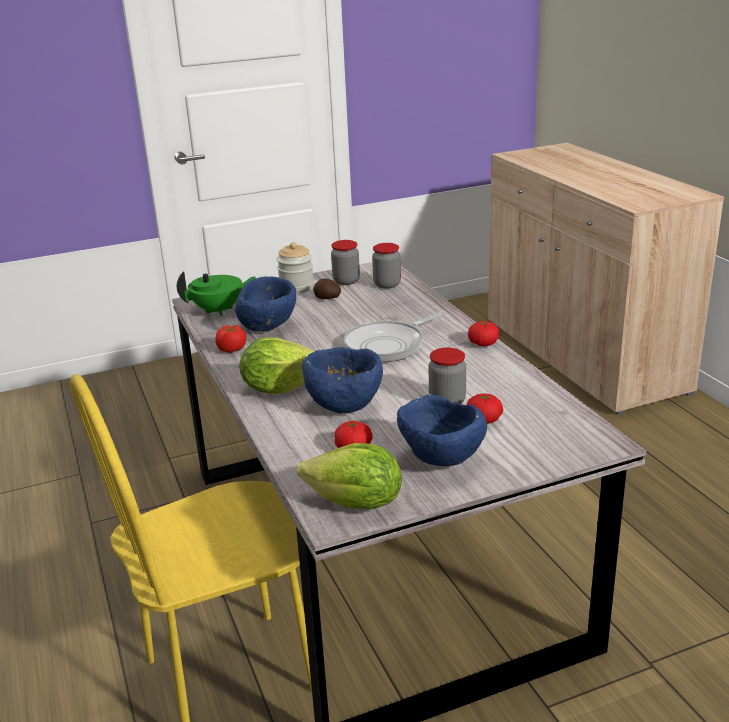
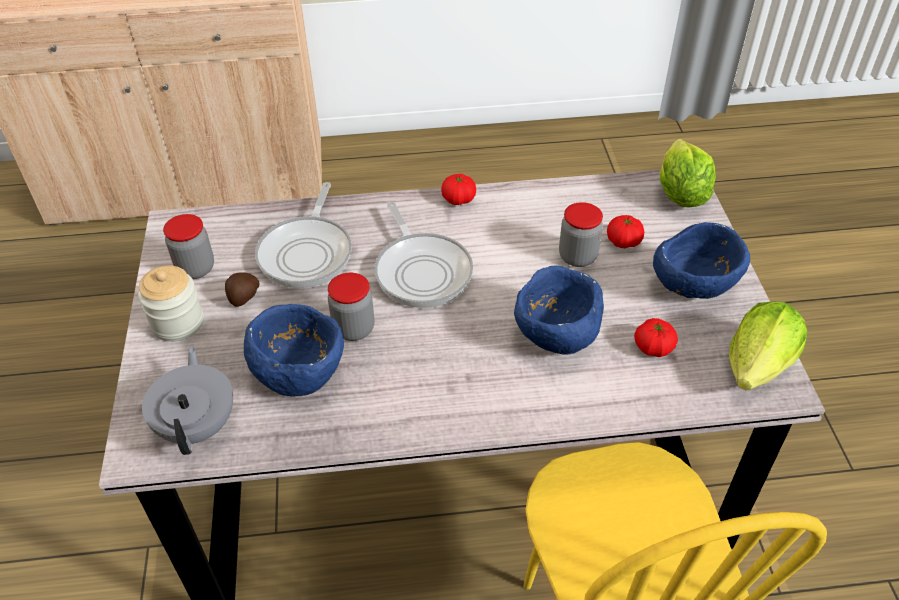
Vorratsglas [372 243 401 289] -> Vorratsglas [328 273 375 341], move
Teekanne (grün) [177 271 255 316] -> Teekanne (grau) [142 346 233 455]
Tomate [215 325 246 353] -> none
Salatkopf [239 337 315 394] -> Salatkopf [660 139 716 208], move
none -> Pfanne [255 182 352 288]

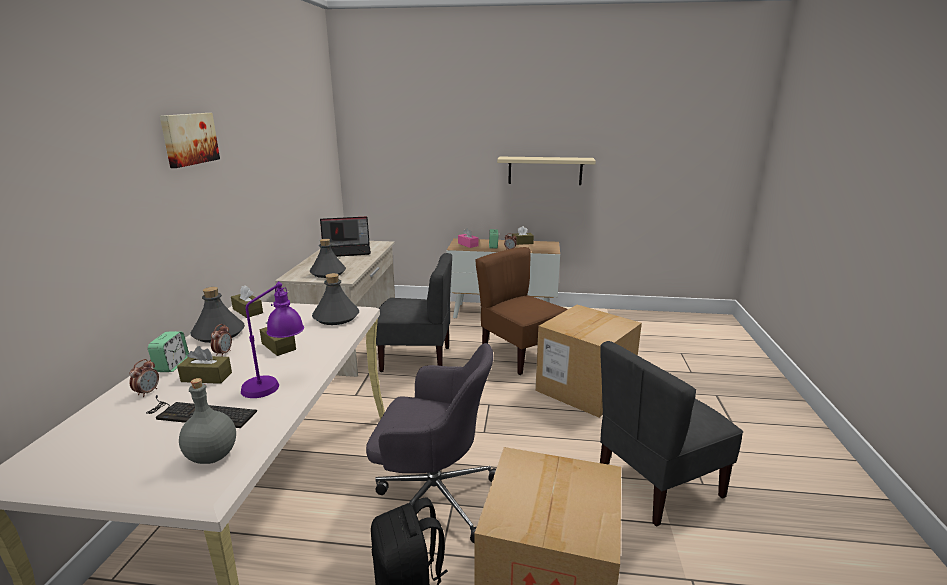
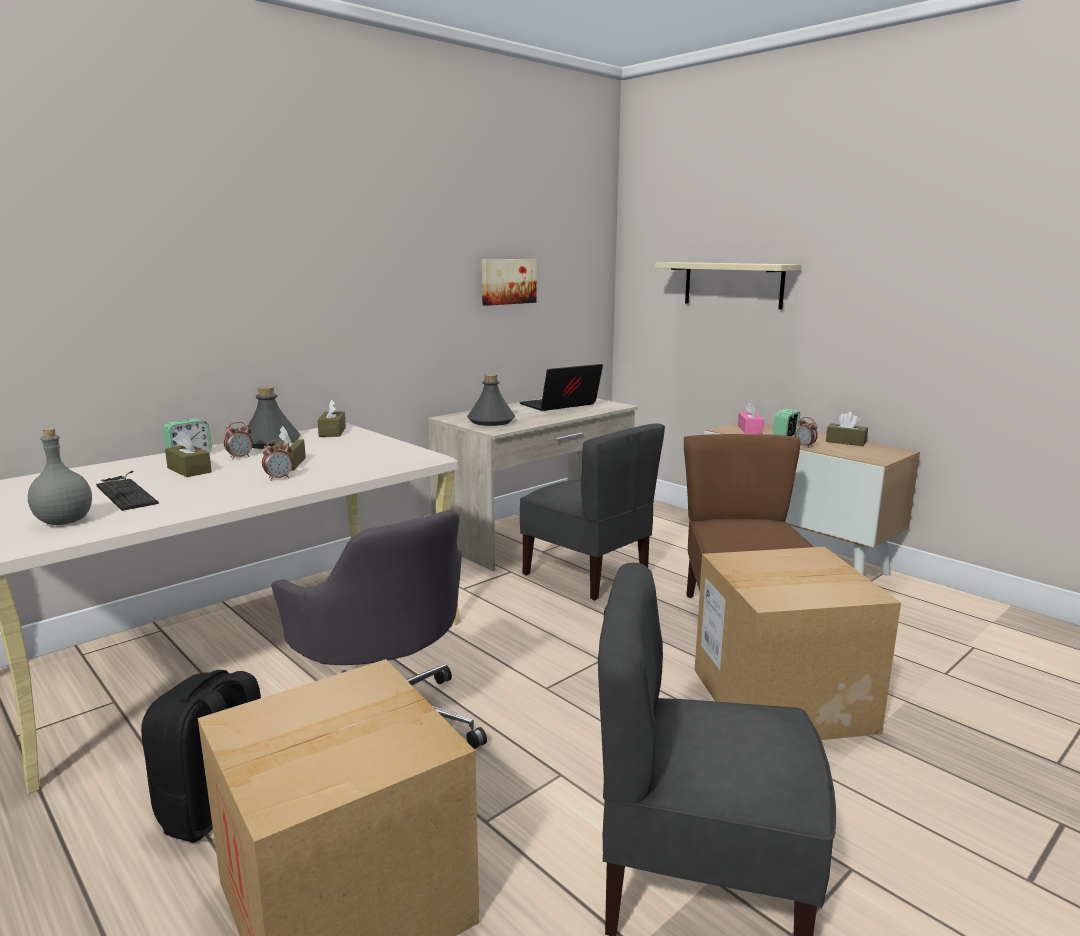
Bild [160 113 220 168] -> Bild [482 259 536 306], move
Wandregal (beige) [497 157 596 185] -> Wandregal (beige) [655 262 801 310], move
Laptop [320 216 371 257] -> Laptop [519 364 603 411], 120 degrees clockwise
Flasche (grau) [312 273 359 325] -> none
Tischlampe (lila) [241 281 304 398] -> none
Wecker [129 359 159 397] -> Wecker [262 440 293 481], move

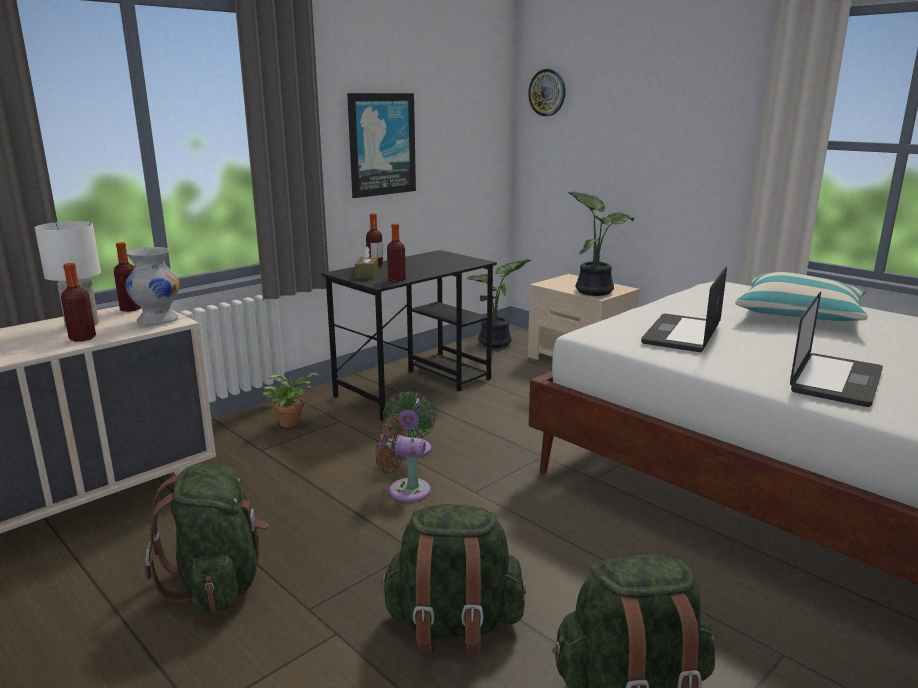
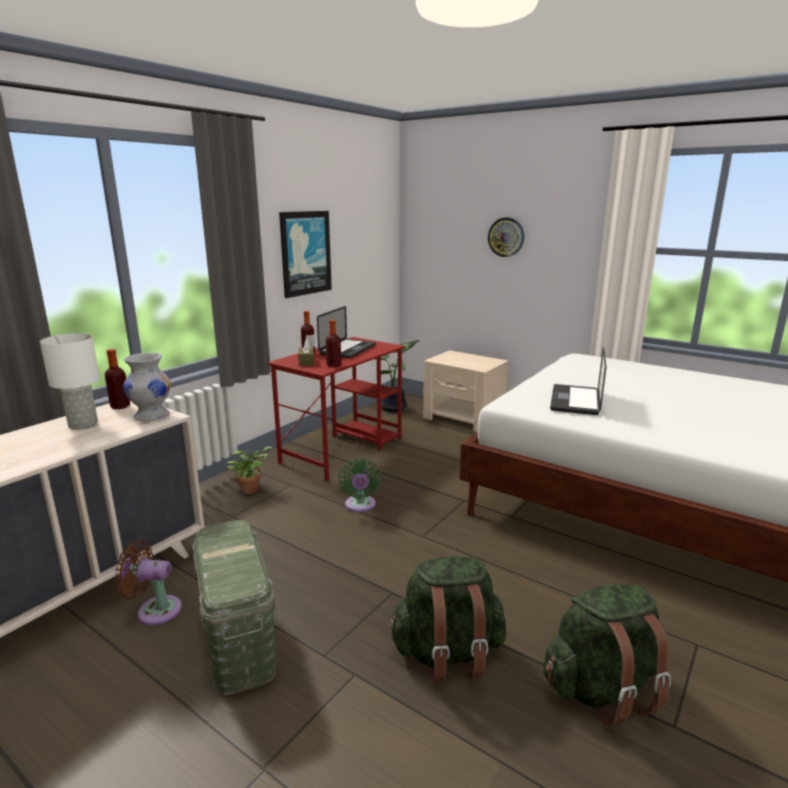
Wanduhr [528 69 566 116] -> Wanduhr [488 217 524 257], move
Topfpflanze [568 192 634 296] -> none
Schreibtisch (schwarz) [321 250 497 421] -> Schreibtisch (rot) [267 337 405 481]
Flasche [61 263 96 342] -> none
Kissen [735 272 868 322] -> none
Laptop [790 292 883 407] -> Laptop [317 306 376 358], move
Ventilator (braun) [375 417 431 503] -> Ventilator (braun) [115 540 182 626], move
Rucksack (grün) [145 464 268 612] -> Aufbewahrungsbox (grün) [193 520 276 695]

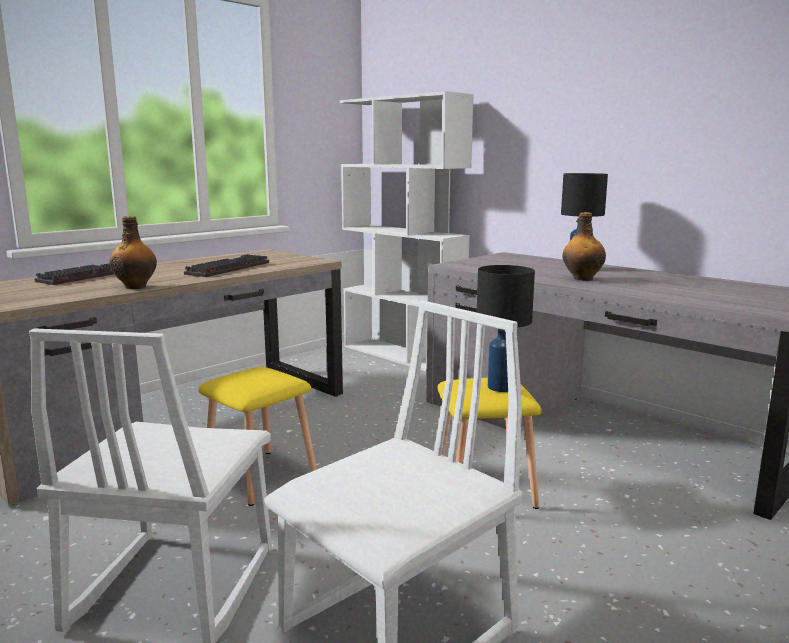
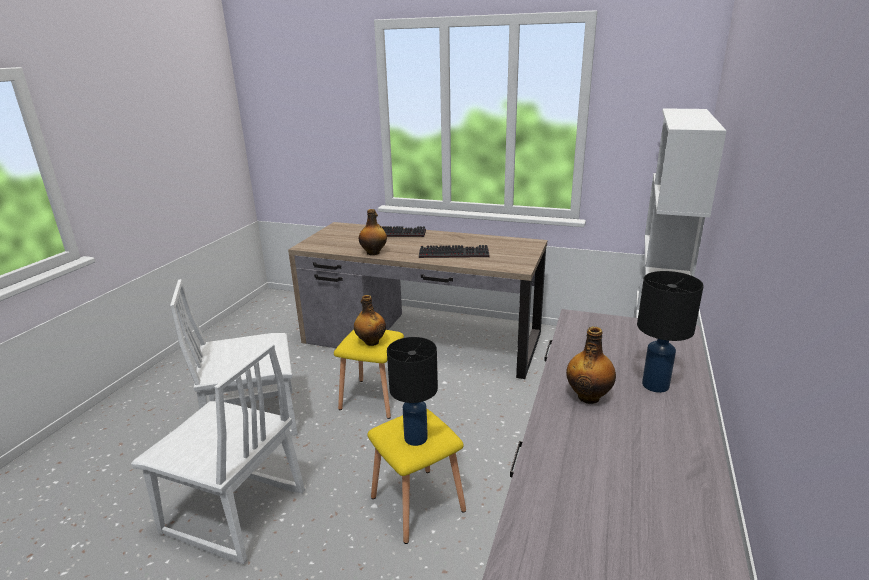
none -> Flasche [354 295 386 346]

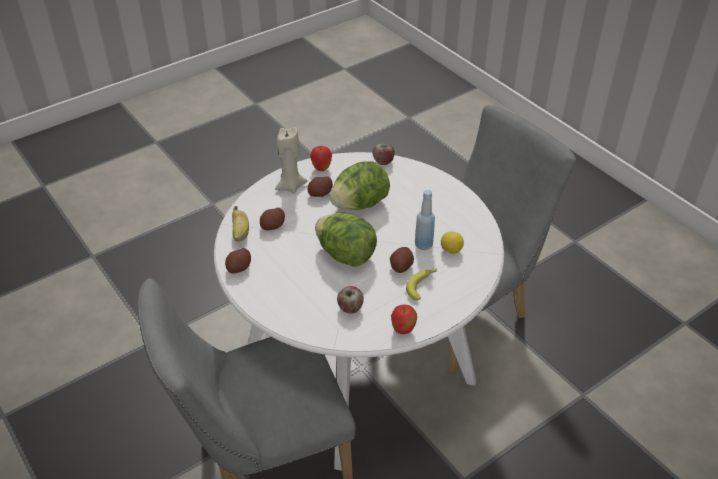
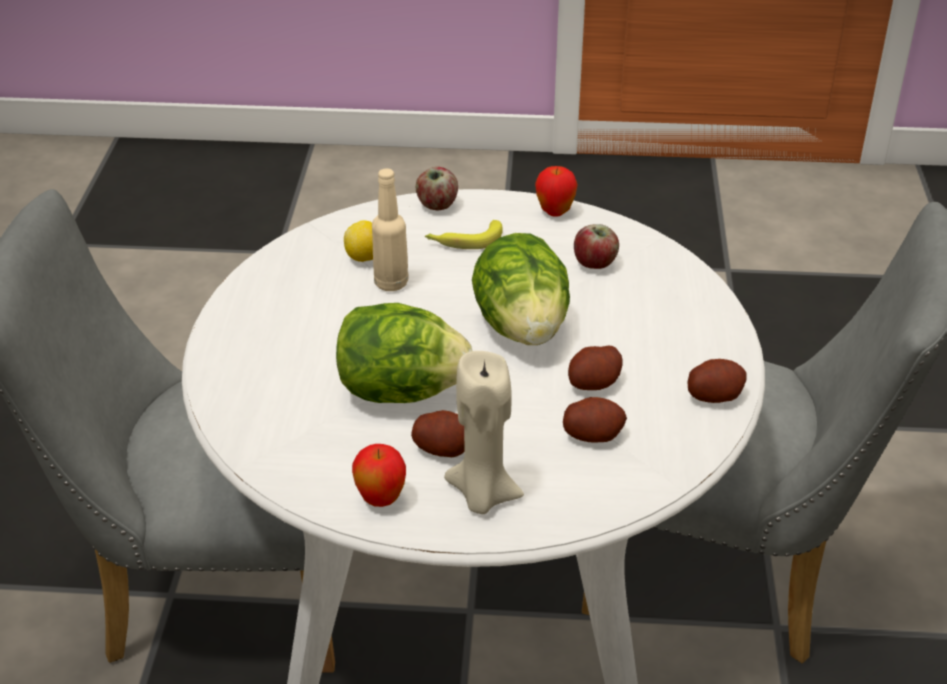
Apfel [373 143 395 165] -> Apfel [416 167 458 210], move
Flasche (blau) [415 190 435 250] -> Flasche (beige) [372 168 409 291]
Banane [232 206 249 241] -> none
Kartoffel [390 247 414 273] -> Kartoffel [568 346 622 390], move

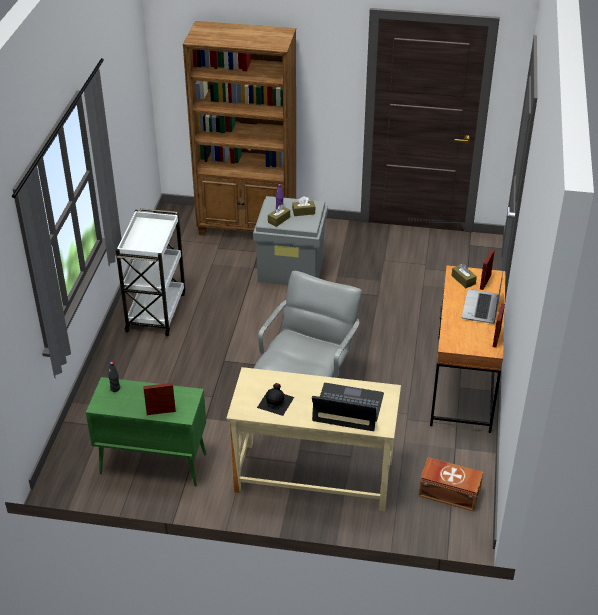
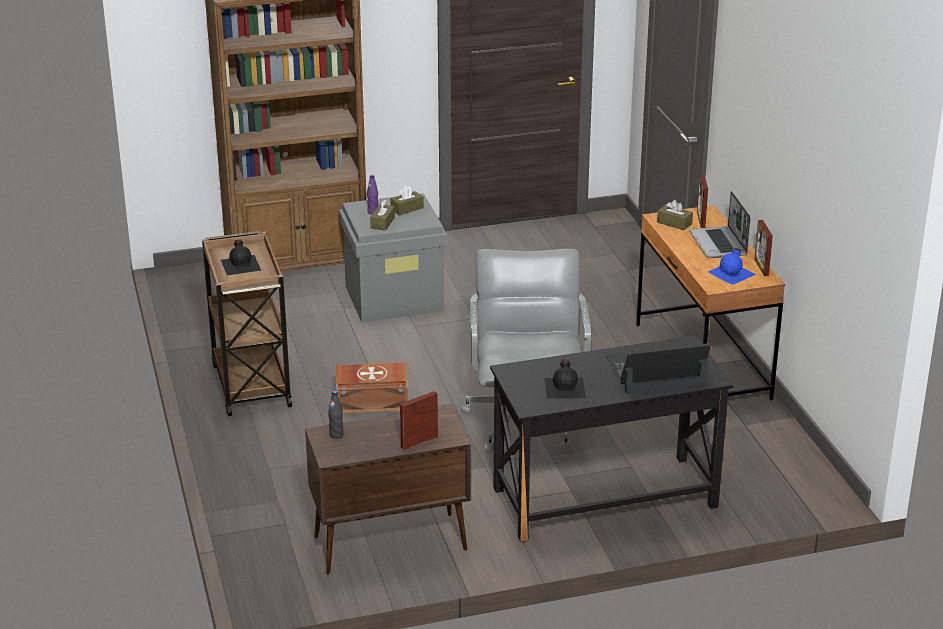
Rollwagen (weiß) [116 208 185 336] -> Rollwagen (braun) [202 231 292 416]
Schreibtisch (beige) [226 367 401 511] -> Schreibtisch (schwarz) [490 335 734 542]
Schrank (grün) [86 377 206 487] -> Schrank (braun) [305 406 471 575]
Aufbewahrungsbox (braun) [419 457 483 511] -> Aufbewahrungsbox (braun) [336 362 408 414], move
none -> Flasche (schwarz) [221 239 261 275]
none -> Flasche (blau) [708 248 756 285]

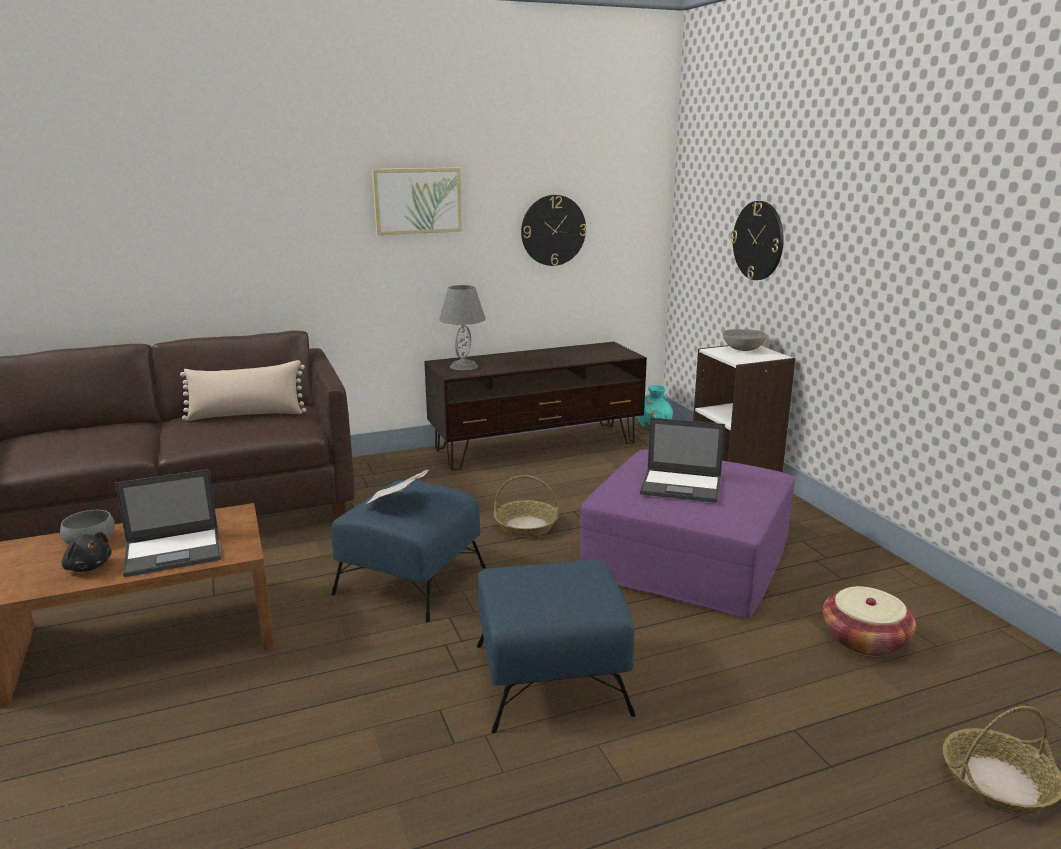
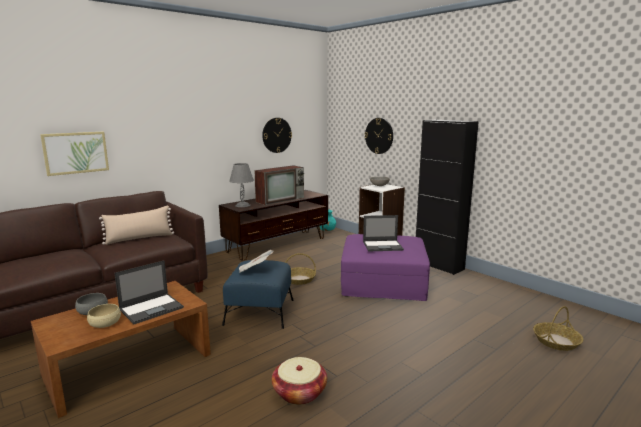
Bild [372 167 462 235] -> Bild [40 132 109 176], move
Plüschtier (schwarz) [61 532 112 572] -> Schüssel (beige) [87 304 121 328]
Polsterhocker (blau) [477 560 636 733] -> none
Korb [823 586 916 657] -> Korb [272 357 327 405], move
none -> Schrank (schwarz) [416 120 479 275]
none -> Fernseher [254 165 304 205]

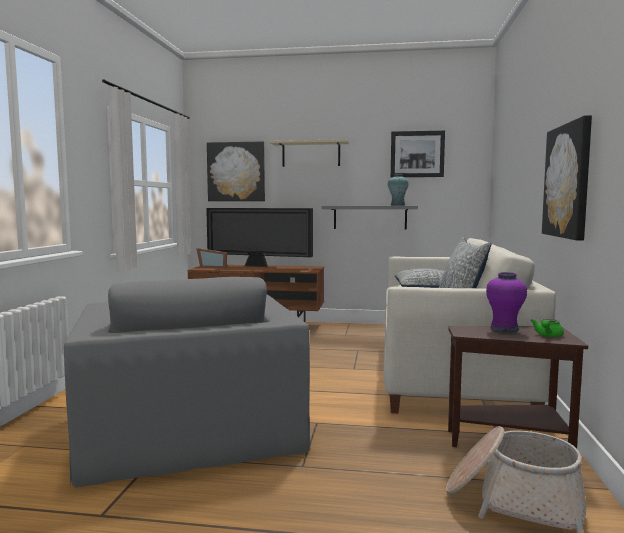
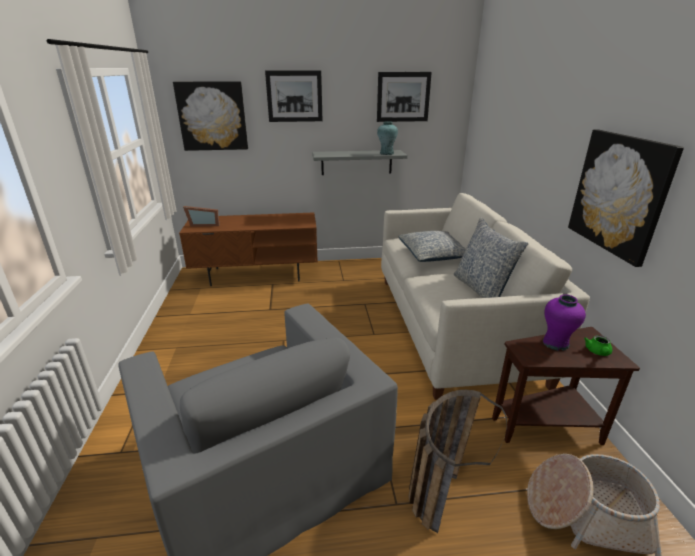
Wandregal (beige) [269 139 349 167] -> Bild [265 70 323 122]
Fernseher [206 208 313 267] -> none
none -> Korb [408 390 507 533]

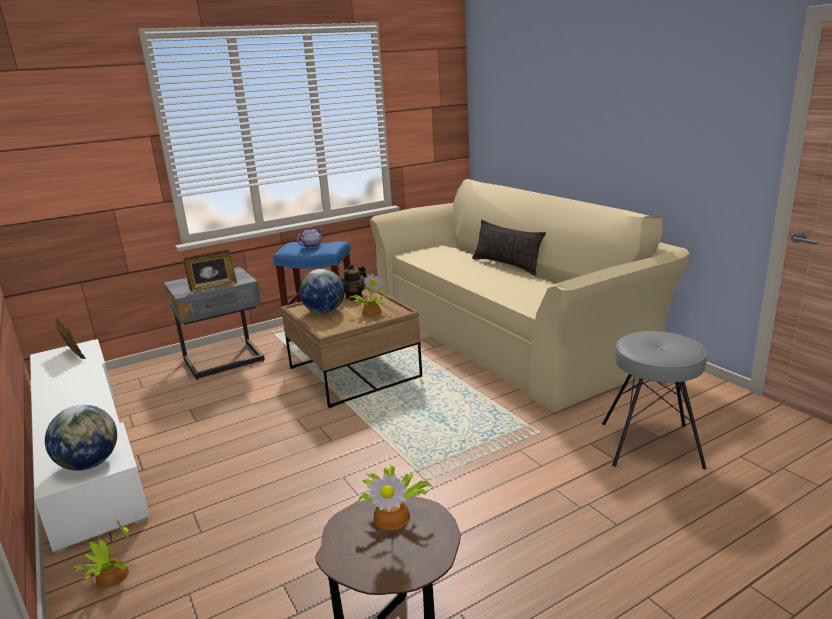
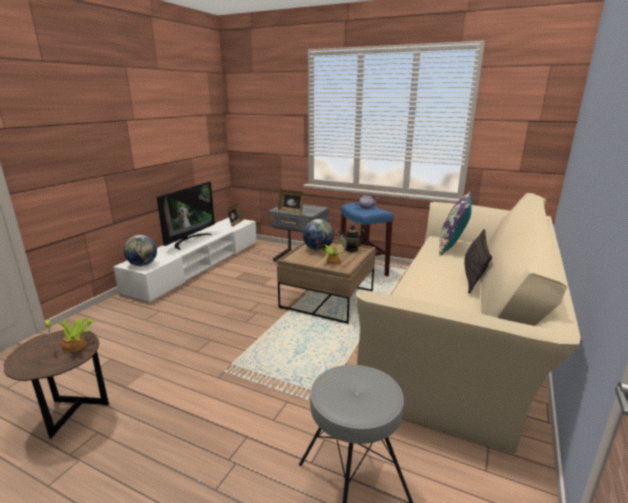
Topfpflanze [72 519 133 588] -> none
none -> Fernseher [157 182 215 250]
none -> Kissen (lila) [439 192 472 256]

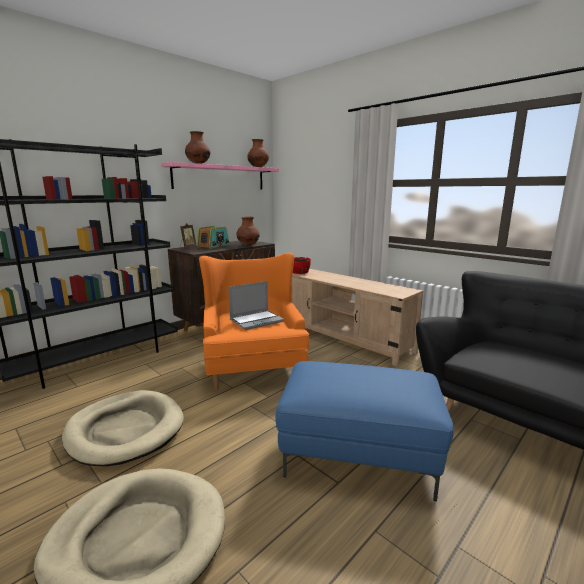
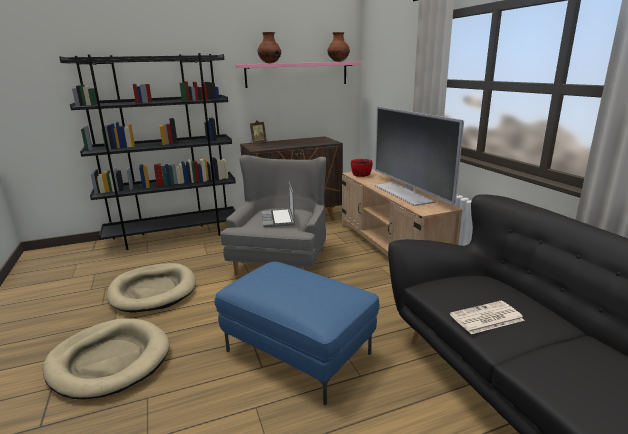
Vase (braun) [236 217 260 245] -> none
Radio [197 226 229 249] -> none
Sessel (orange) [199 253 309 391] -> Sessel (grau) [220 155 326 275]
Laptop [229 281 284 330] -> Laptop [262 182 295 227], 90 degrees clockwise
none -> Fernseher [374 106 464 206]
none -> Zeitung [450 301 525 334]

